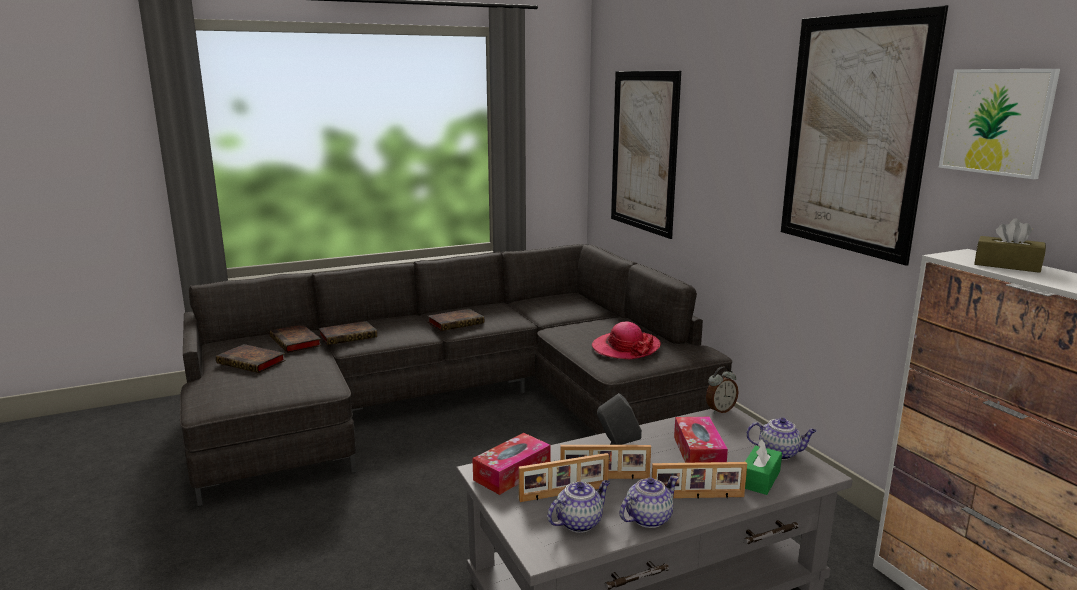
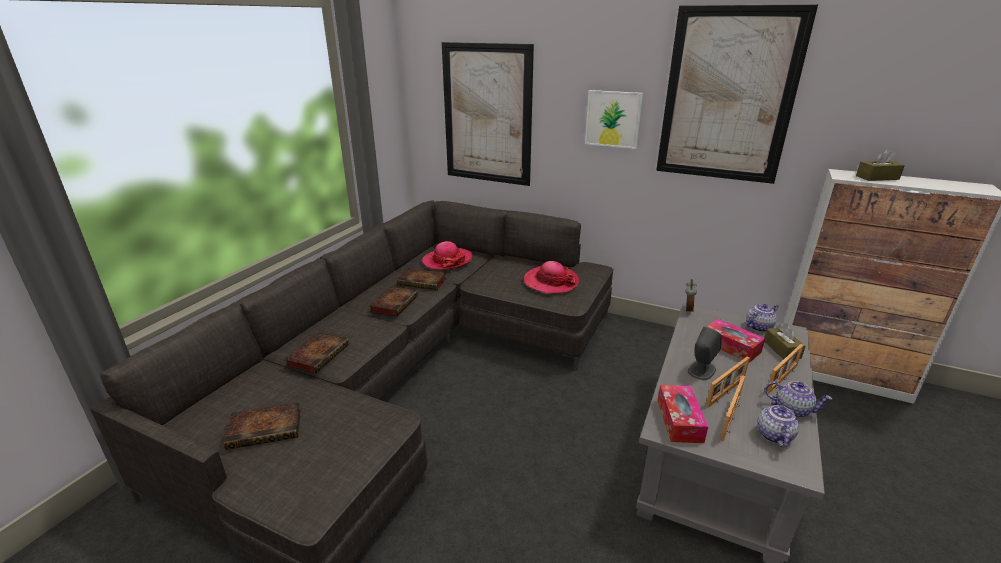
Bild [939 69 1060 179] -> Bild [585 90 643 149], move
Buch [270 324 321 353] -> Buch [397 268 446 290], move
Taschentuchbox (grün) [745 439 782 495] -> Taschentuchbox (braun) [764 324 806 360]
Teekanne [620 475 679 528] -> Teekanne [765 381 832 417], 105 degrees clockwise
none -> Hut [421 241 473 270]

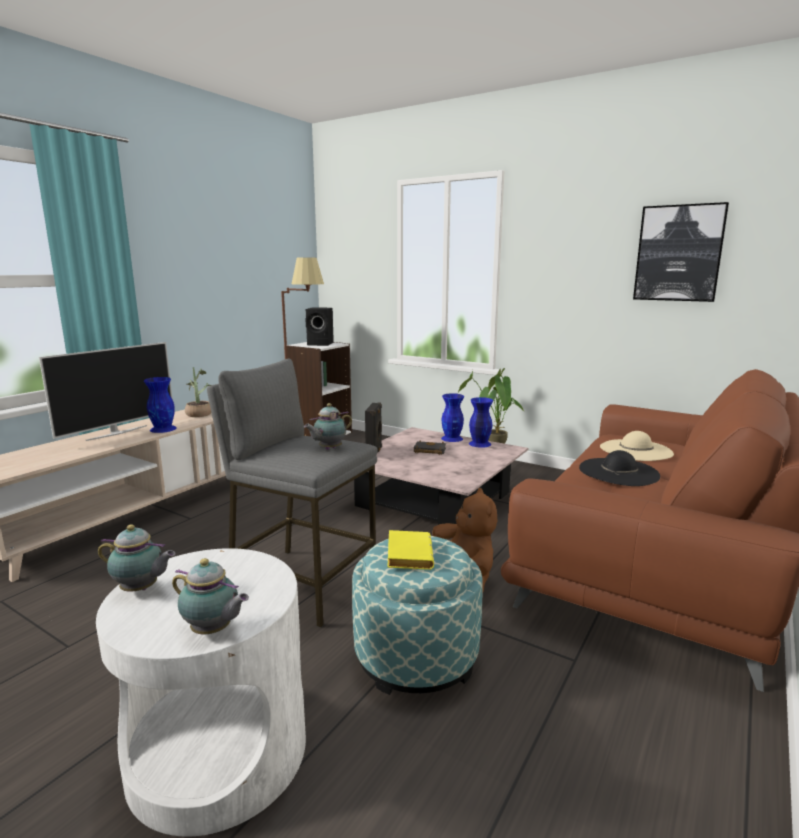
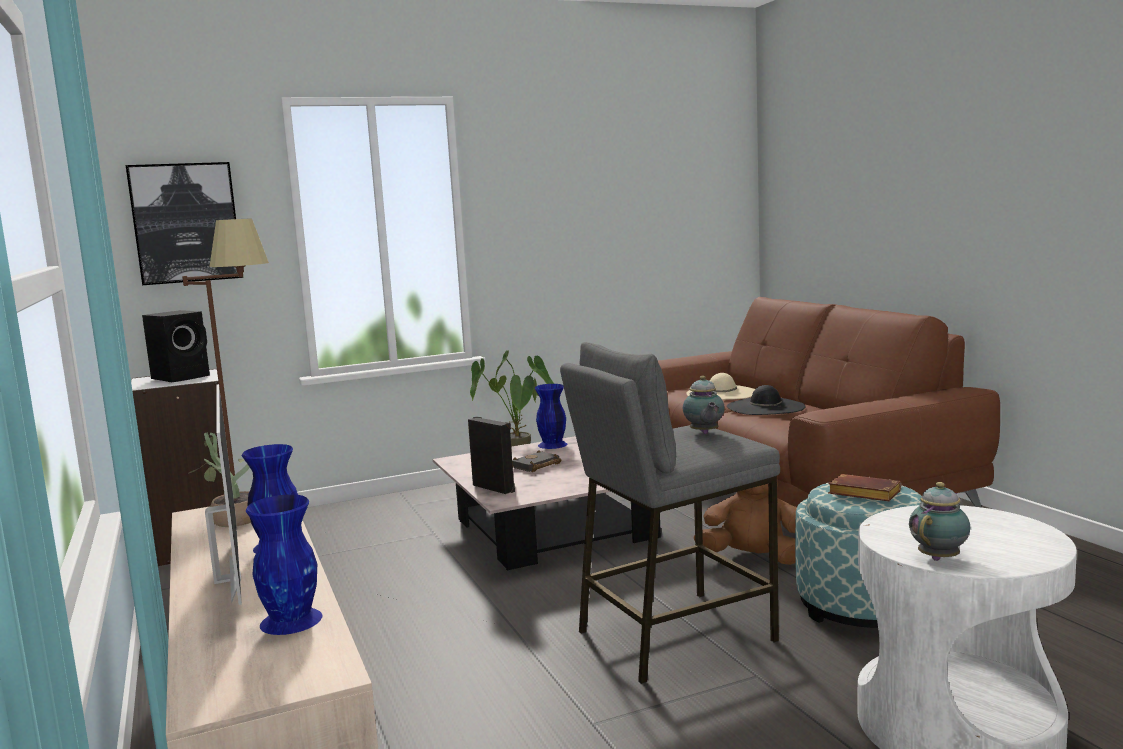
Bild [633 202 729 302] -> Bild [126 162 243 285], move
Vase (blau) [441 393 464 442] -> Vase (blau) [246 495 322 635], move
Buch (gelb) [388 530 434 570] -> Buch (braun) [828 474 901 501]
Teekanne [172 558 249 635] -> none

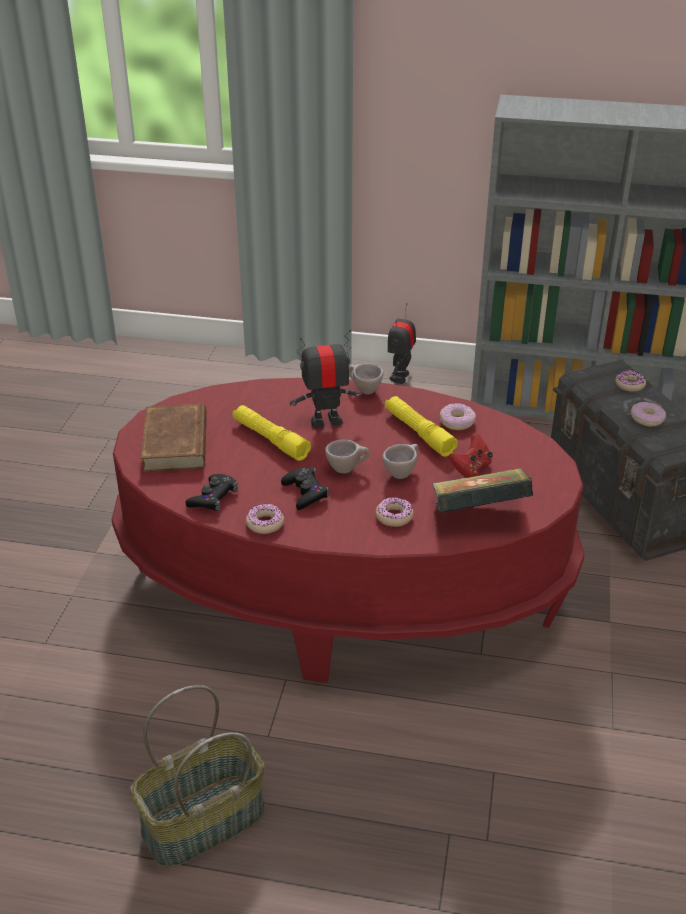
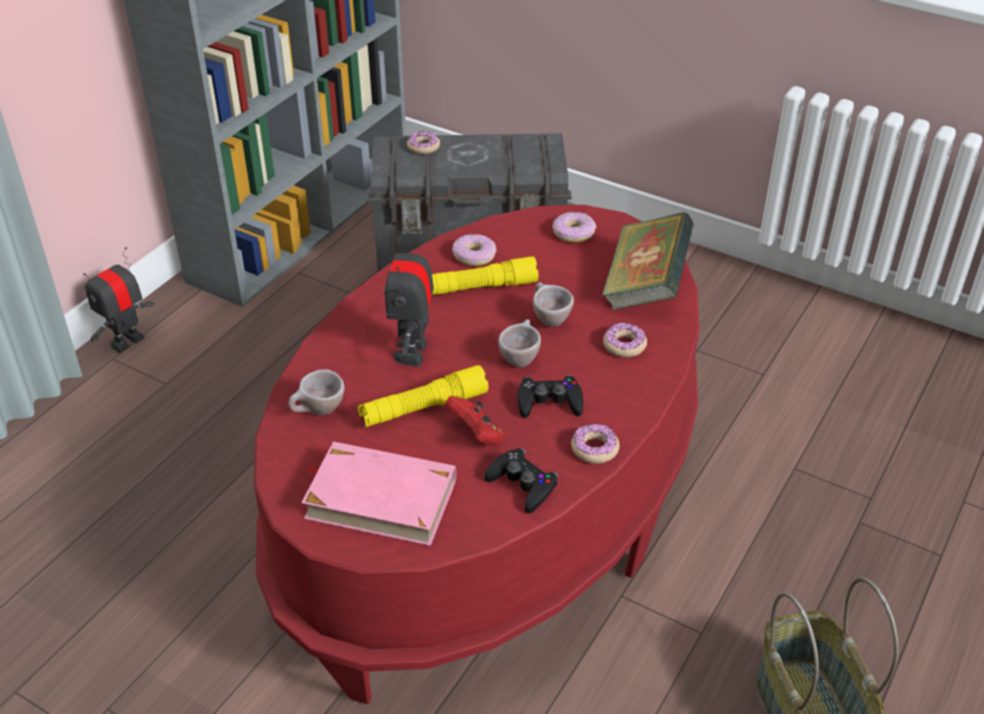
Spielzeugroboter [388 303 416 384] -> Spielzeugroboter [83 247 154 353], 90 degrees clockwise
Tasse (beige) [349 363 384 395] -> Tasse (beige) [288 369 345 415], move
Donut [630 402 666 426] -> Donut [552 212 596 242], move
Buch (braun) [140 404 207 472] -> Buch (rosa) [302 442 456 546]
Gamepad (rot) [449 433 493 478] -> Gamepad (rot) [445 396 504 445], move

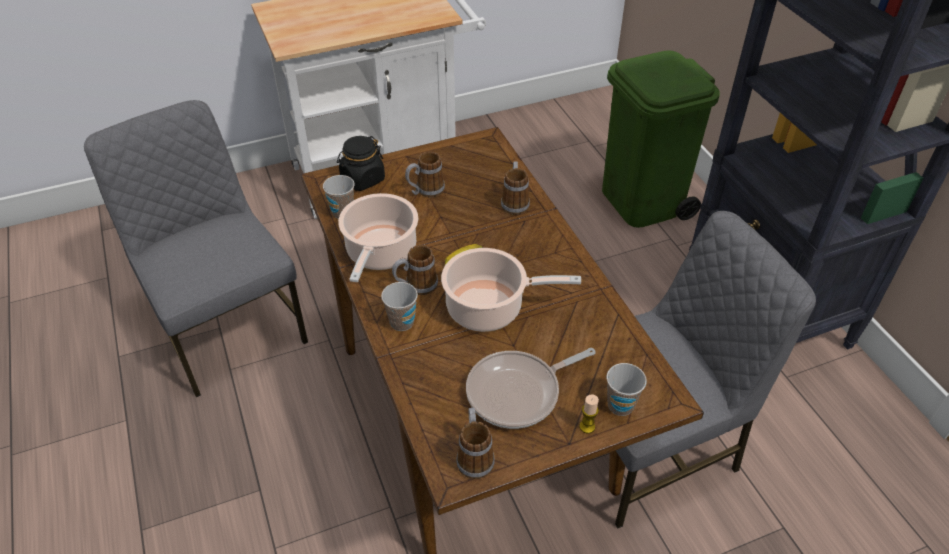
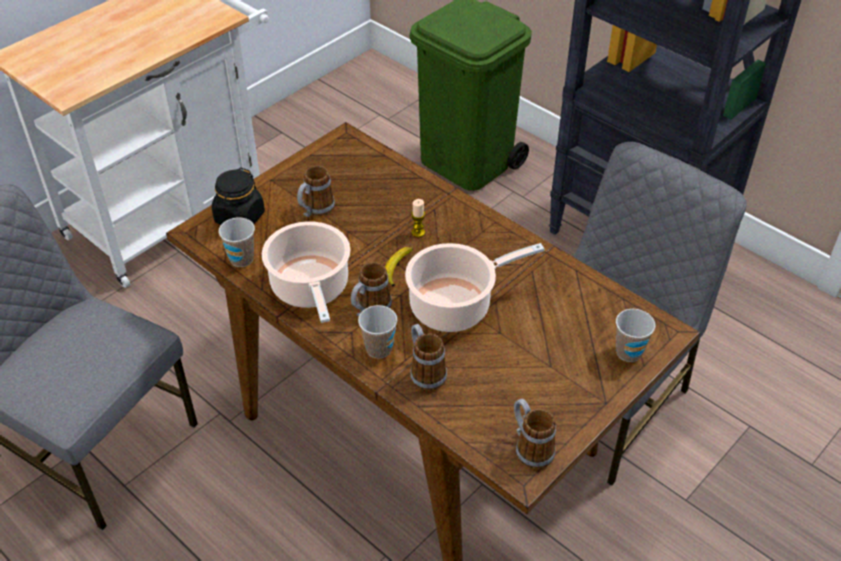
Henkelbecher [501 162 530 215] -> Henkelbecher [410 324 447 391], move
Pfanne [466 348 596 429] -> none
Kerze [579 394 599 434] -> Kerze [411 199 425 237], move

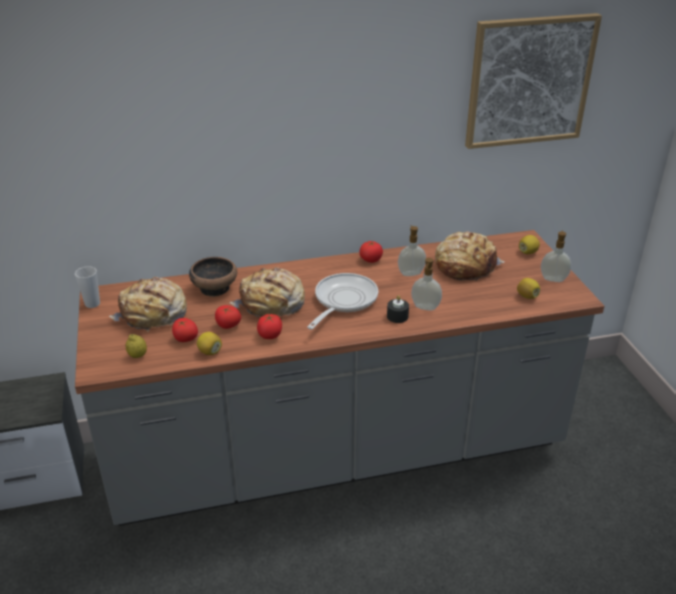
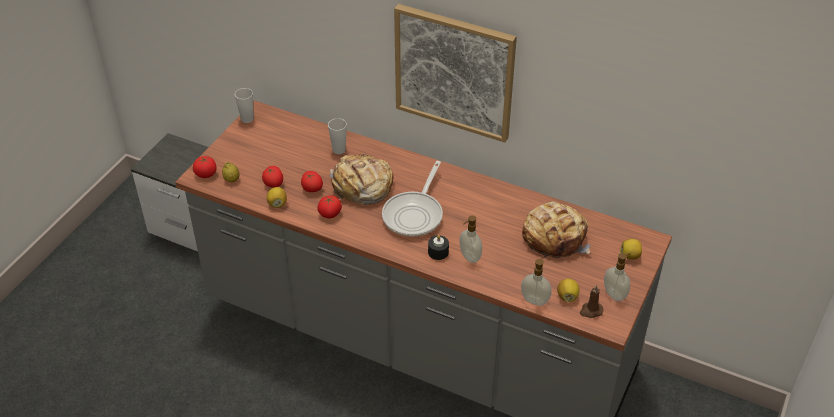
Bild [465 13 602 149] -> Bild [394 4 517 142], move
Seifenspender [398 225 426 276] -> Seifenspender [521 256 552 306], move
Tomate [359 240 383 263] -> Tomate [193 156 217 178], move
Schüssel [189 257 237 297] -> Tasse [328 118 347 154]
Pfanne [307 273 378 330] -> Pfanne [382 161 443 237], 135 degrees clockwise
Brot [109 277 187 332] -> none
none -> Kerze (braun) [580 285 603 318]

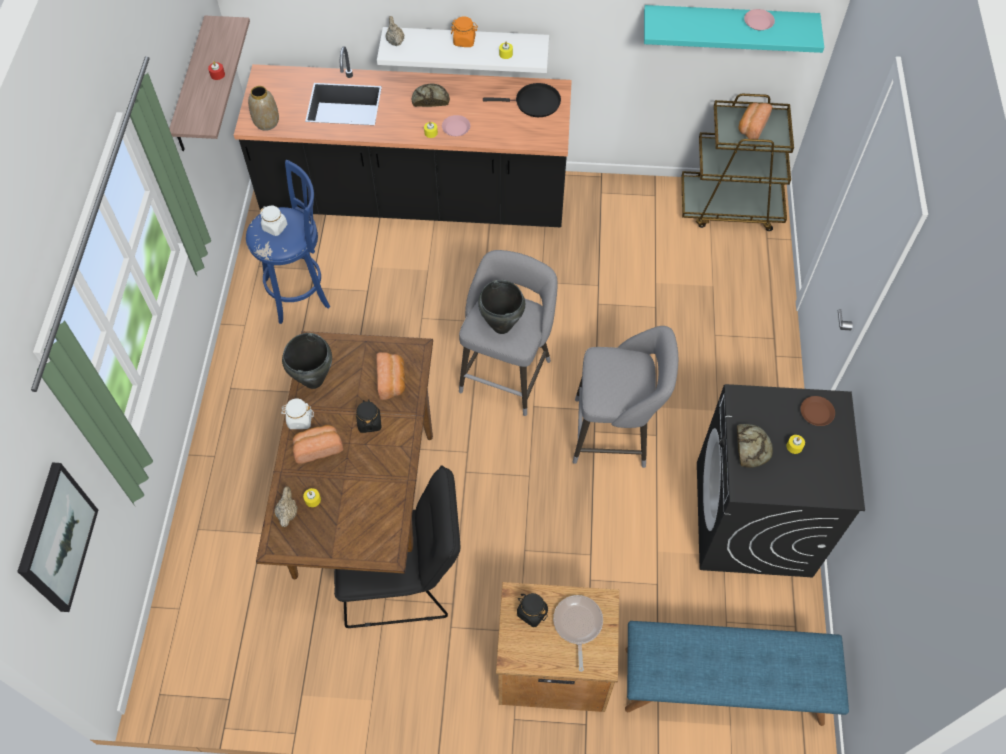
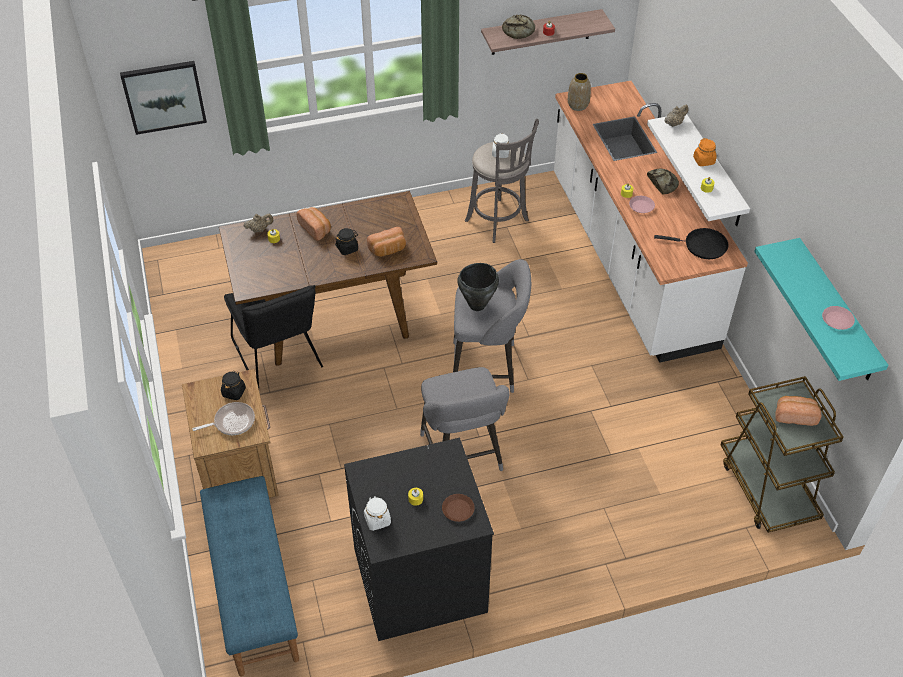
Küchenzeile (schwarz) [234 46 572 227] -> Küchenzeile (weiß) [554 81 748 363]
Pfanne (schwarz) [483 83 561 117] -> Pfanne (schwarz) [654 228 729 259], 60 degrees counterclockwise
Hocker (blau) [246 160 330 324] -> Hocker (grau) [465 119 539 243]
Kochtopf (schwarz) [282 333 332 389] -> none
Vorratsglas (weiß) [281 398 314 429] -> Vorratsglas (weiß) [364 496 391 531], move
Brot [737 424 773 468] -> Brot [502 14 535 39], move

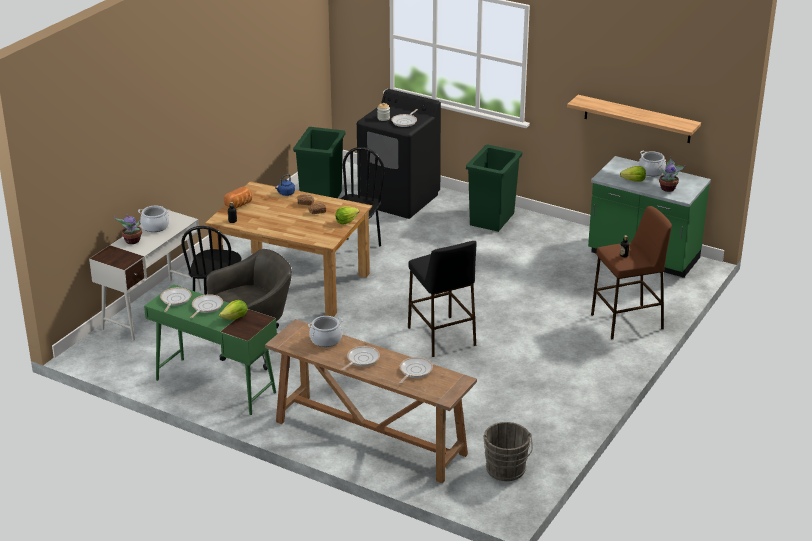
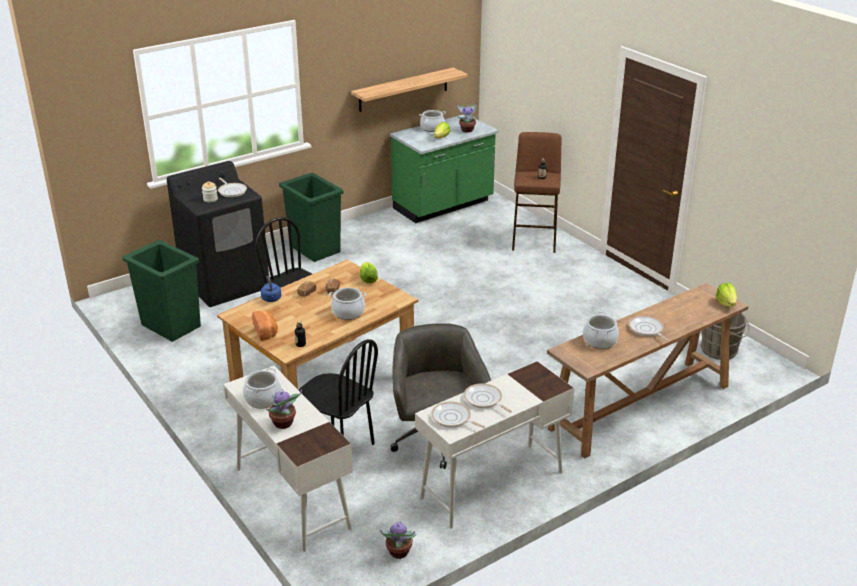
Hocker (schwarz) [408 241 477 357] -> none
Schreibtisch (grün) [144 284 277 415] -> Schreibtisch (weiß) [415 361 574 529]
Salatkopf [219 300 248 320] -> Salatkopf [716 283 737 307], move
Pfanne [399 357 433 384] -> none
none -> Kochtopf [329 287 366 320]
none -> Topfpflanze [380 521 416 559]

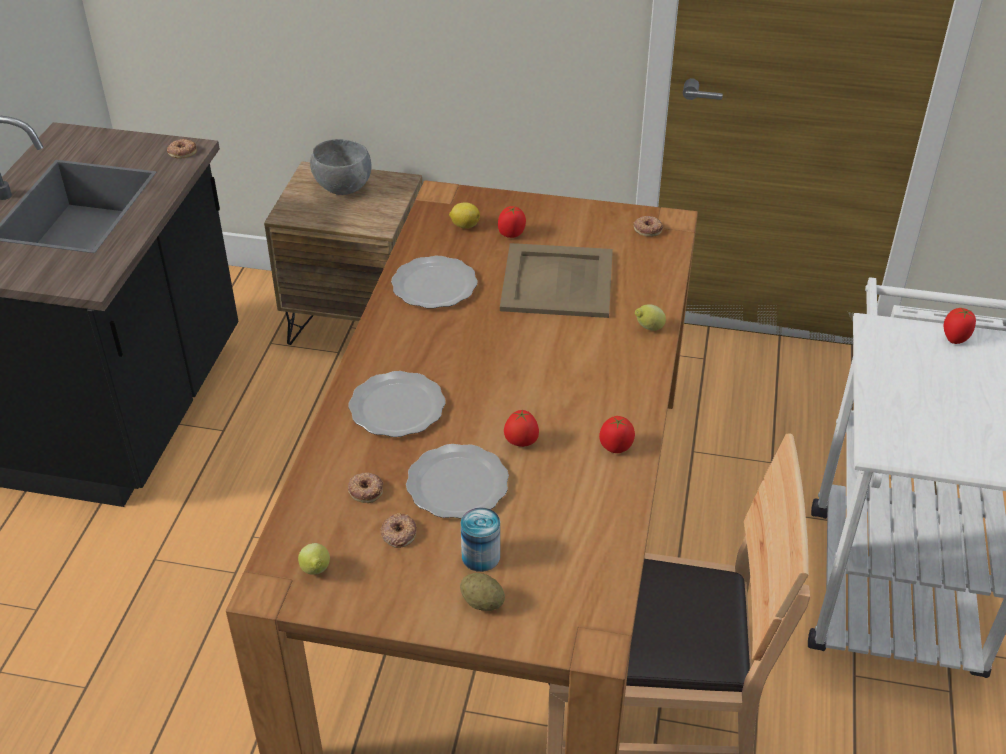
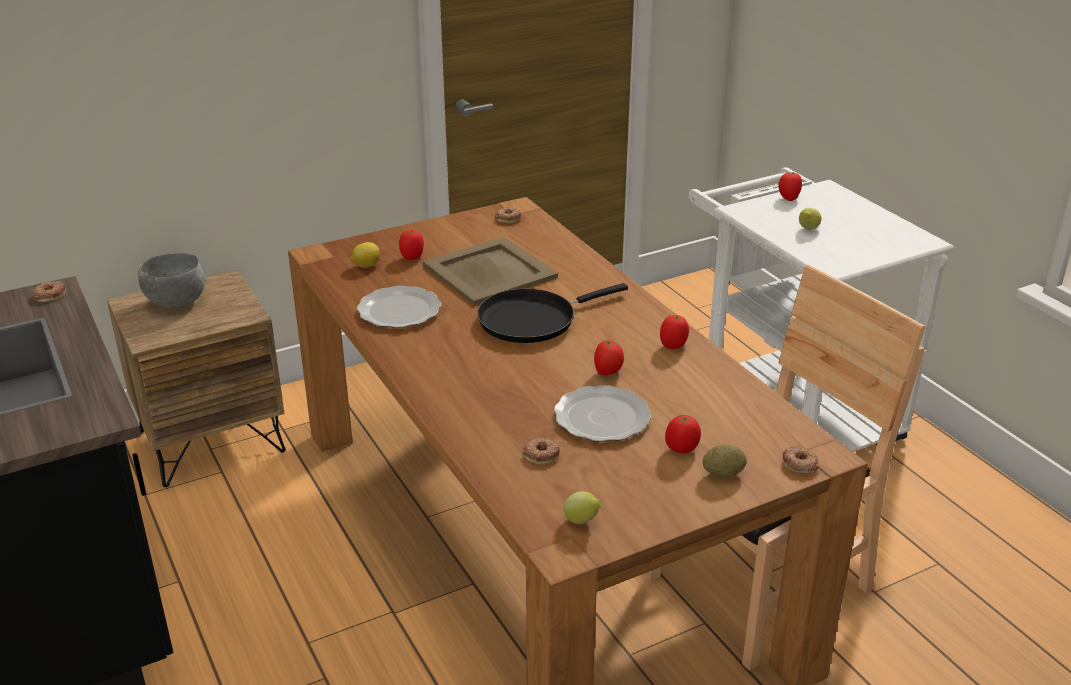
Zitrone [635 304 666 331] -> Zitrone [799 208 821 230], move
Teller [348 371 445 437] -> none
Dose [461 507 500 572] -> Tomate [665 415 701 453]
Donut [380 513 417 548] -> Donut [783 445 819 474], move
none -> Pfanne (schwarz) [477 283 628 343]

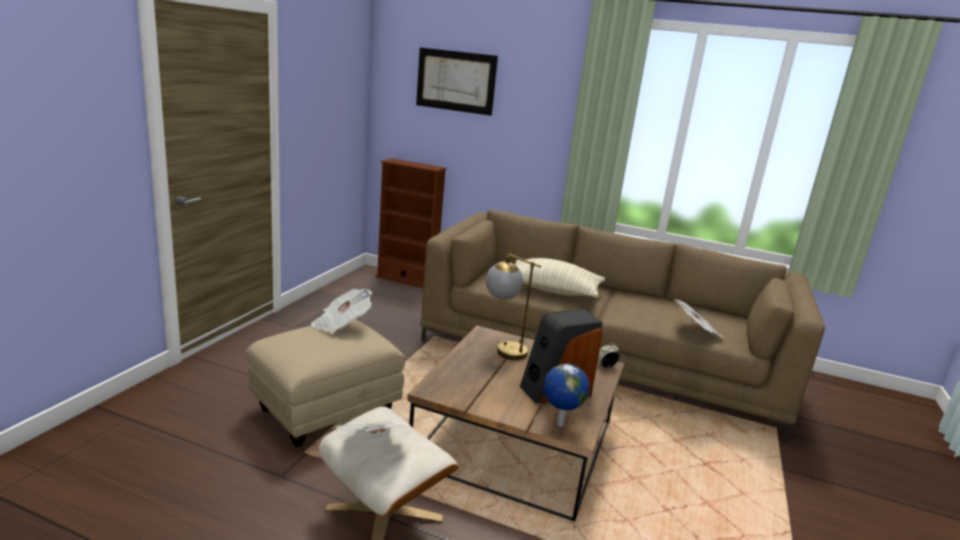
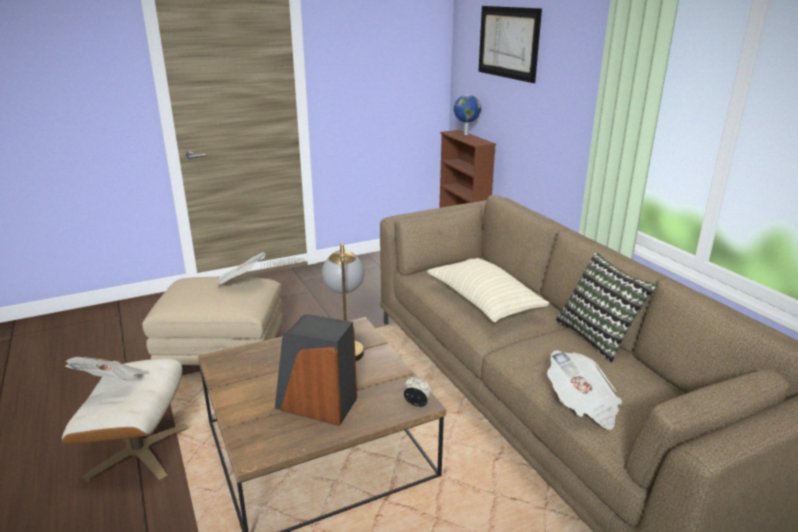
Globus [543 364 589 427] -> Globus [454 94 481 135], move
none -> Kissen [556 252 657 363]

